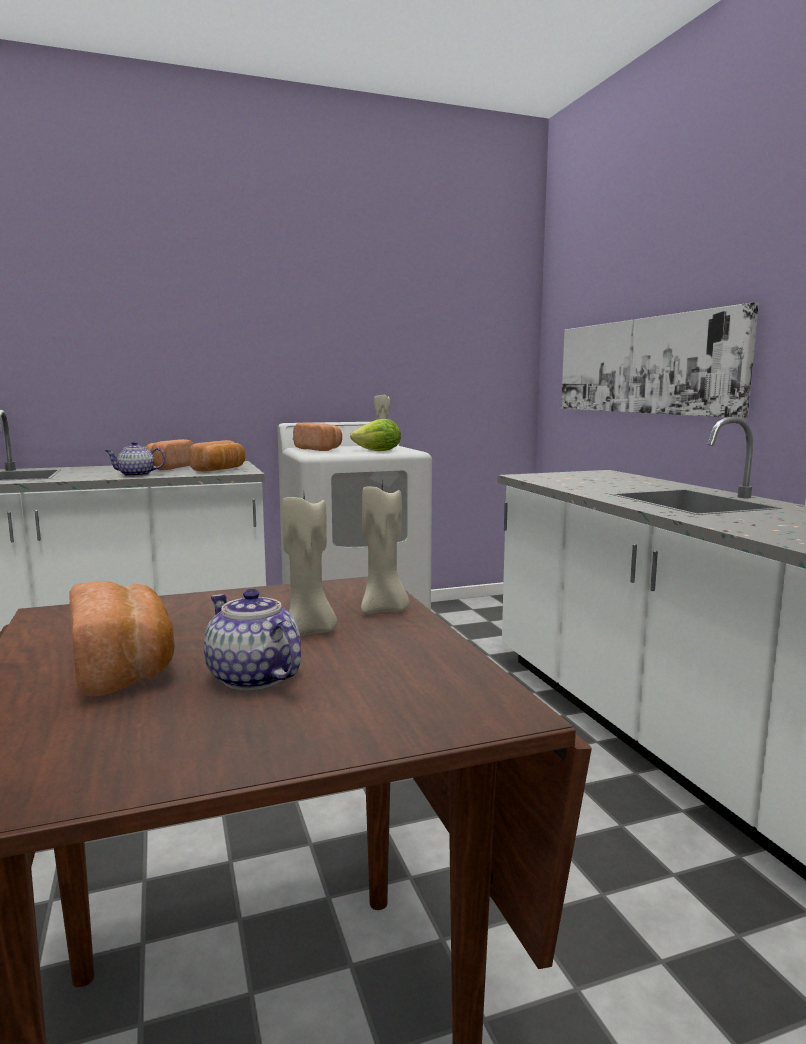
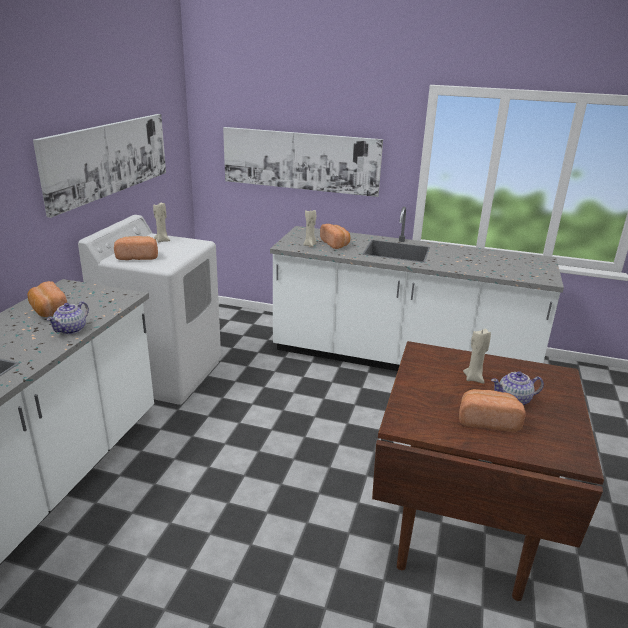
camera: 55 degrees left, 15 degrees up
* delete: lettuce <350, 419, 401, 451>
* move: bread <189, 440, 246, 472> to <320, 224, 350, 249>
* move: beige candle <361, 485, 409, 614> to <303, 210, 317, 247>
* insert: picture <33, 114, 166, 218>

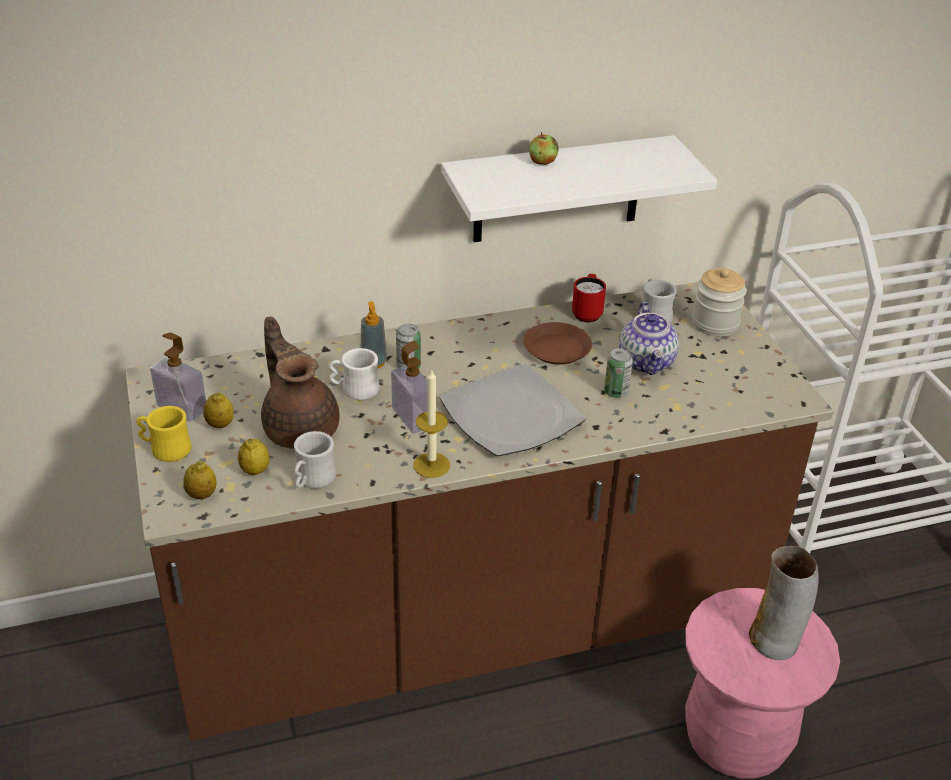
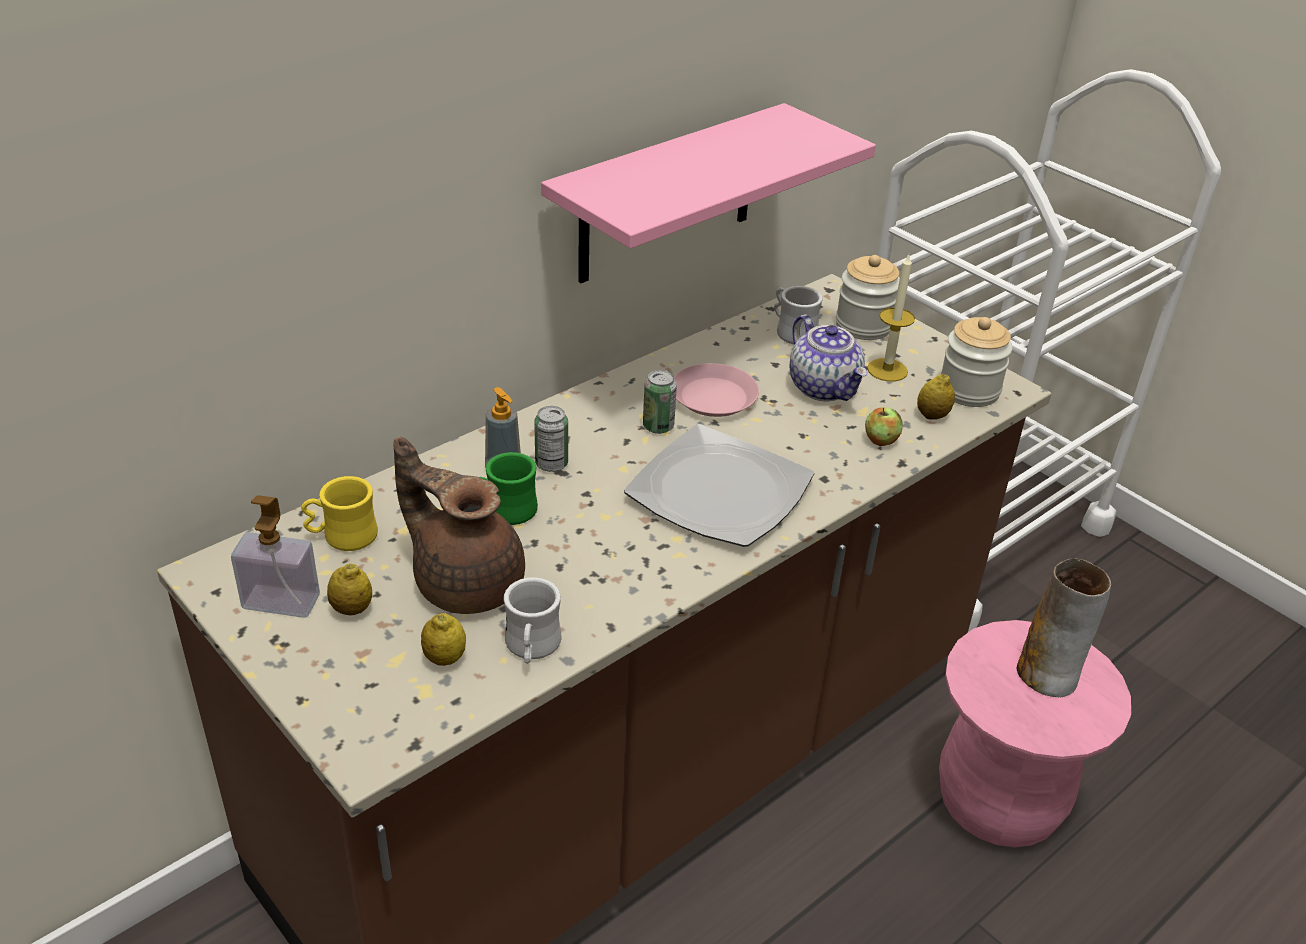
camera: 25 degrees left, 0 degrees up
* move: apple <529, 132, 558, 165> to <865, 407, 902, 446>
* recolor: white shelf <441, 135, 717, 242> to pink shelf <541, 103, 876, 283>
* delete: red mug <572, 274, 606, 323>
* recolor: brown plate <523, 322, 592, 365> to pink plate <674, 363, 759, 417>
* delete: soap dispenser <391, 340, 428, 433>
* recolor: white mug <329, 348, 379, 400> to green mug <480, 452, 538, 525>
* move: can <604, 349, 633, 398> to <643, 370, 677, 434>
* move: candle <413, 370, 450, 478> to <867, 255, 915, 382>
* move: yellow mug <136, 406, 191, 462> to <301, 476, 378, 551>
* move: lemon <183, 461, 216, 499> to <917, 374, 955, 420>
* insert: jar <940, 317, 1013, 407>

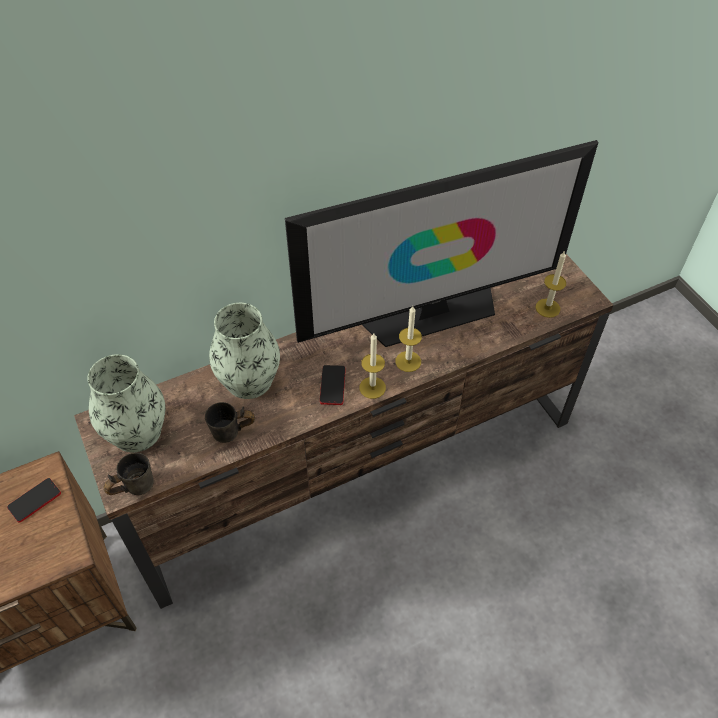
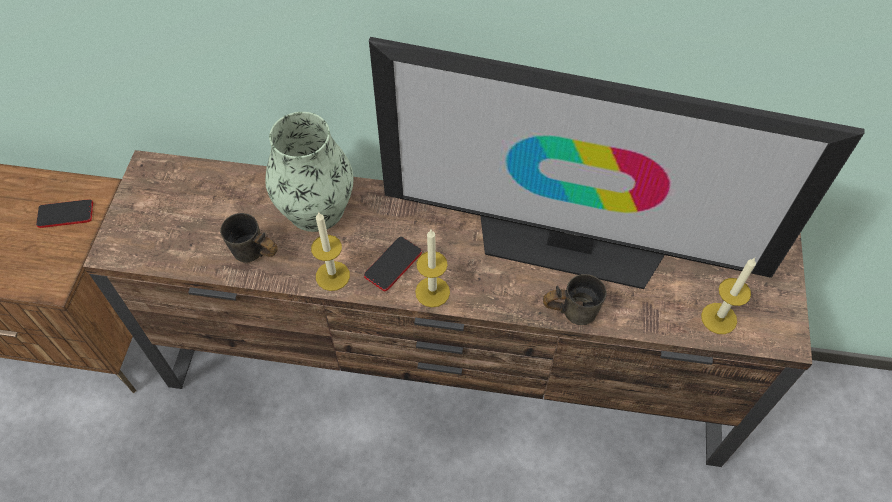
camera: 35 degrees right, 5 degrees up
* move: candle <395, 306, 422, 372> to <311, 212, 350, 291>
* delete: vase <87, 354, 165, 452>
* move: grey mug <104, 452, 154, 495> to <543, 274, 606, 325>

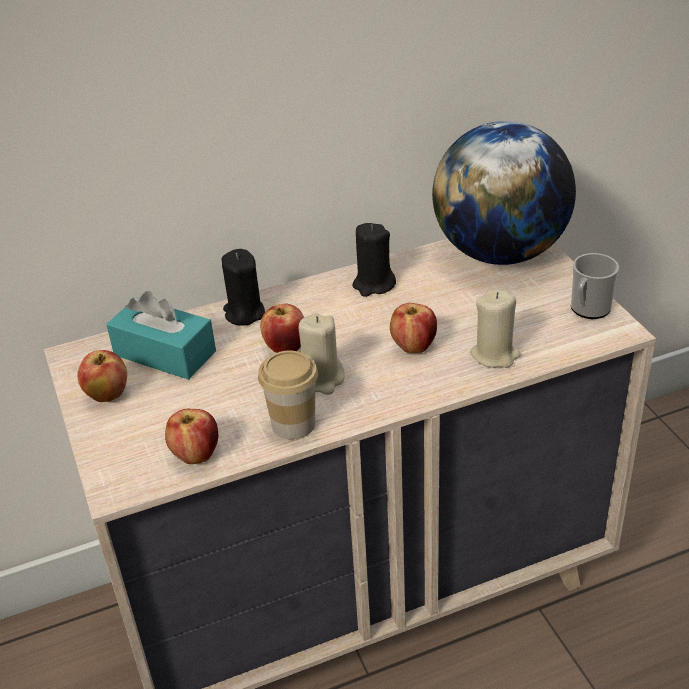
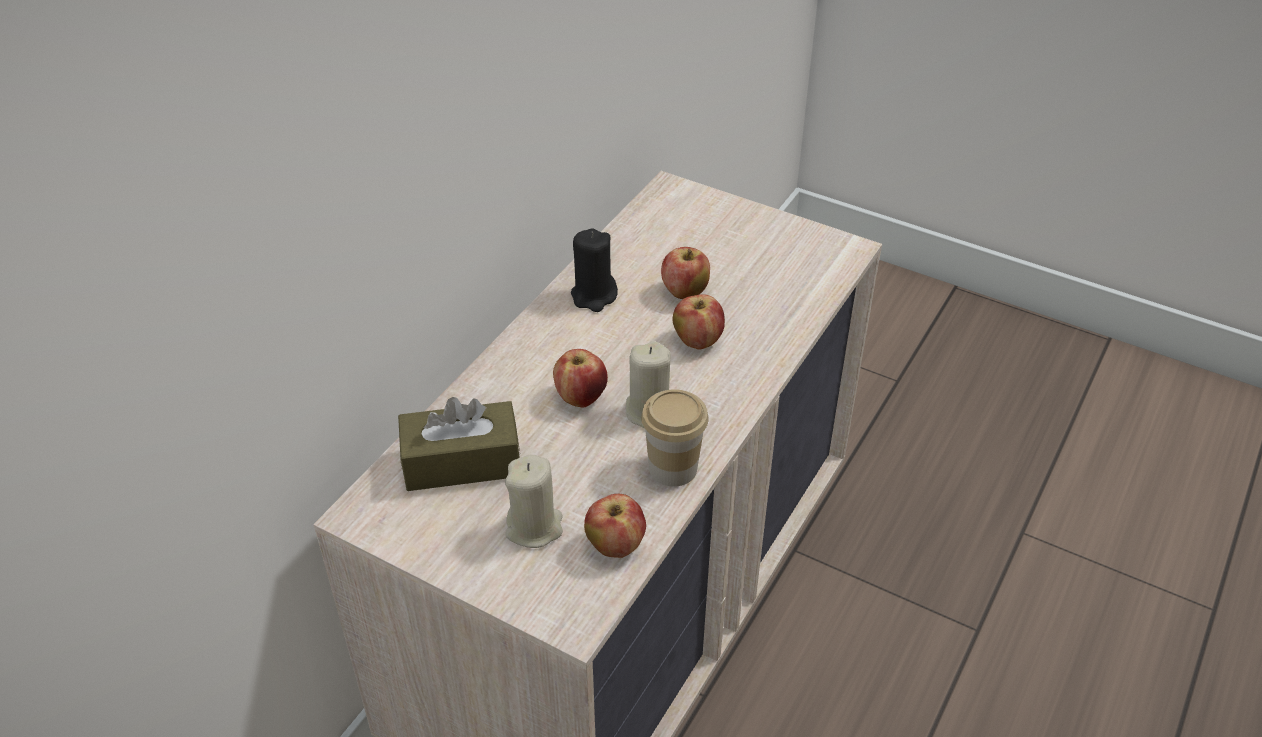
camera: 40 degrees left, 5 degrees up
* delete: globe <432, 121, 576, 265>
* delete: black candle <222, 249, 265, 326>
* delete: mug <571, 253, 619, 319>
* move: beige candle <470, 290, 521, 368> to <505, 455, 563, 548>
* recolor: turquoise tissue box <106, 291, 216, 380> to brown tissue box <398, 397, 520, 491>
* move: apple <77, 350, 127, 402> to <661, 247, 710, 299>

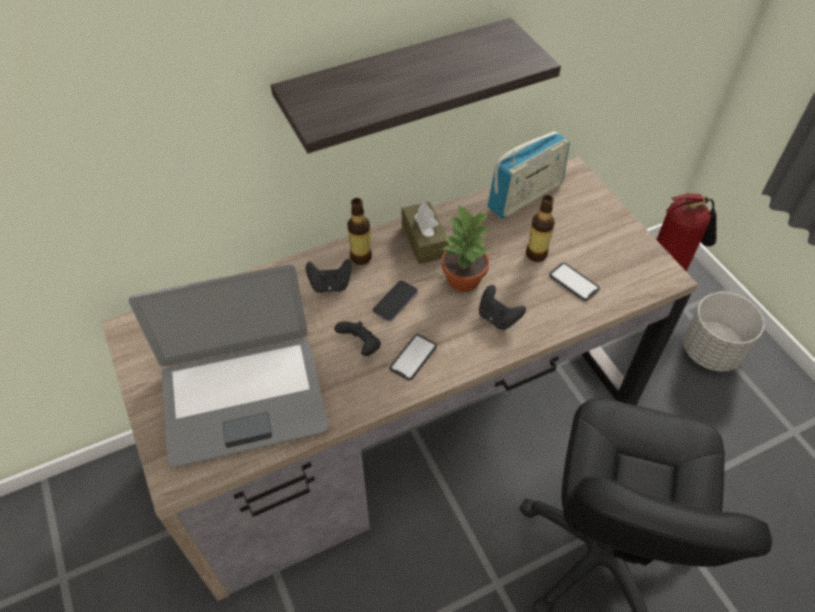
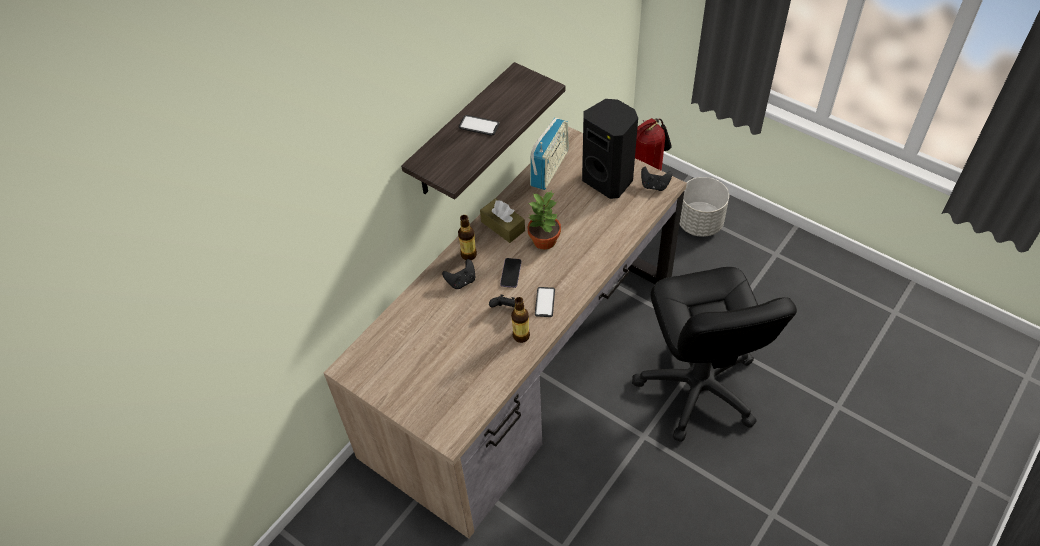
camera: 25 degrees left, 0 degrees up
* move: bottle <526, 195, 555, 262> to <511, 297, 530, 343>
* move: phone <549, 263, 600, 301> to <459, 115, 500, 136>
* delete: laptop <129, 265, 328, 467>
* move: black game controller <479, 285, 526, 330> to <641, 167, 672, 191>
* insert: black speaker <582, 99, 638, 199>

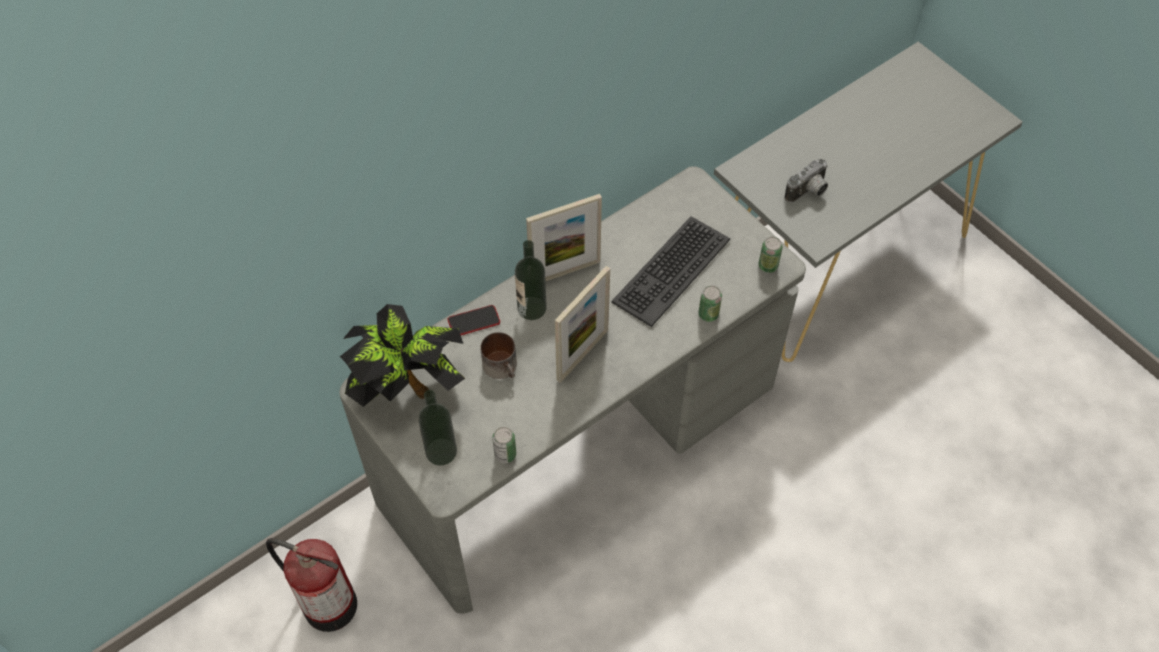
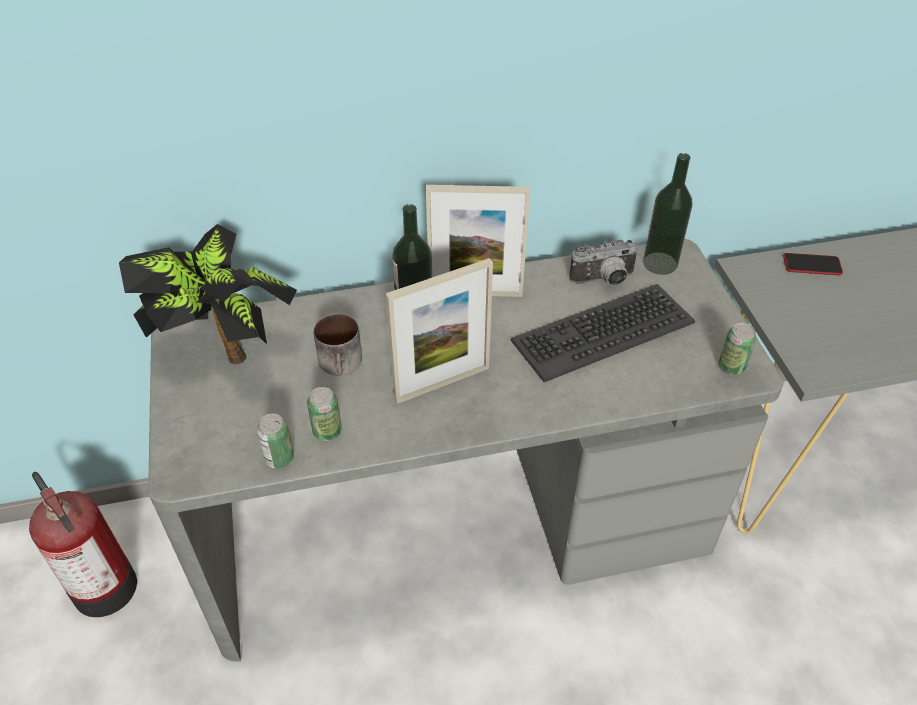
camera: 25 degrees right, 10 degrees down
* move: photo camera <785, 159, 828, 203> to <569, 240, 639, 286>
* move: can <699, 286, 722, 322> to <307, 387, 342, 441>
* move: phone <448, 305, 500, 335> to <783, 253, 843, 275>
* move: bottle <418, 390, 457, 466> to <643, 153, 692, 275>

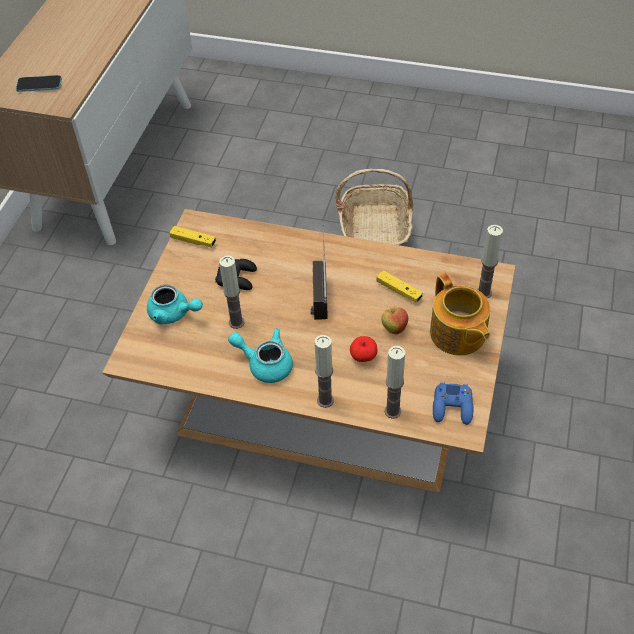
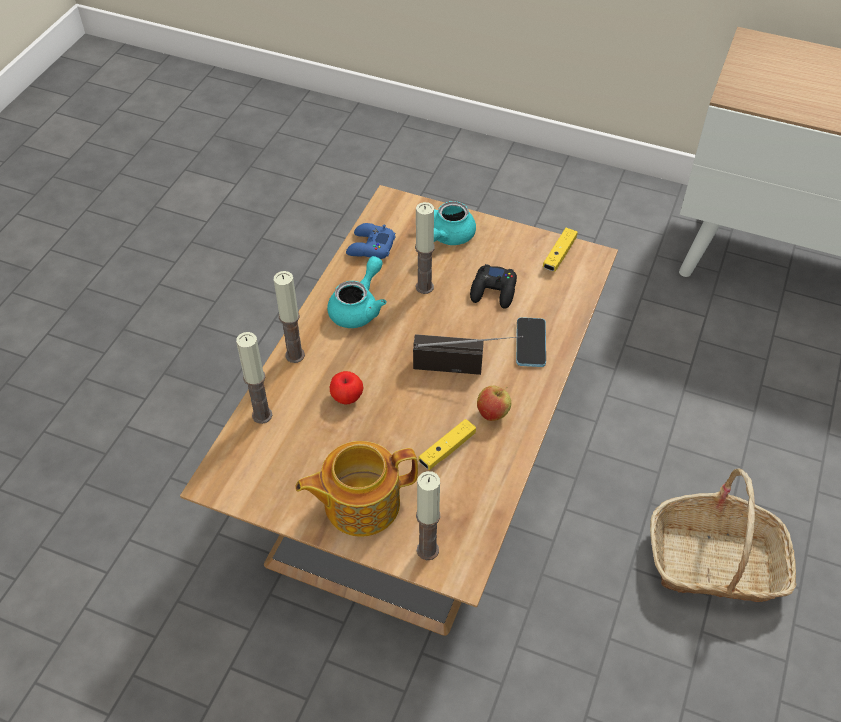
camera: 95 degrees right, 0 degrees up
* move: phone <16, 75, 62, 92> to <516, 317, 546, 367>
* move: apple <382, 306, 408, 334> to <477, 386, 511, 421>
* move: blue game controller <433, 382, 473, 425> to <346, 223, 396, 259>

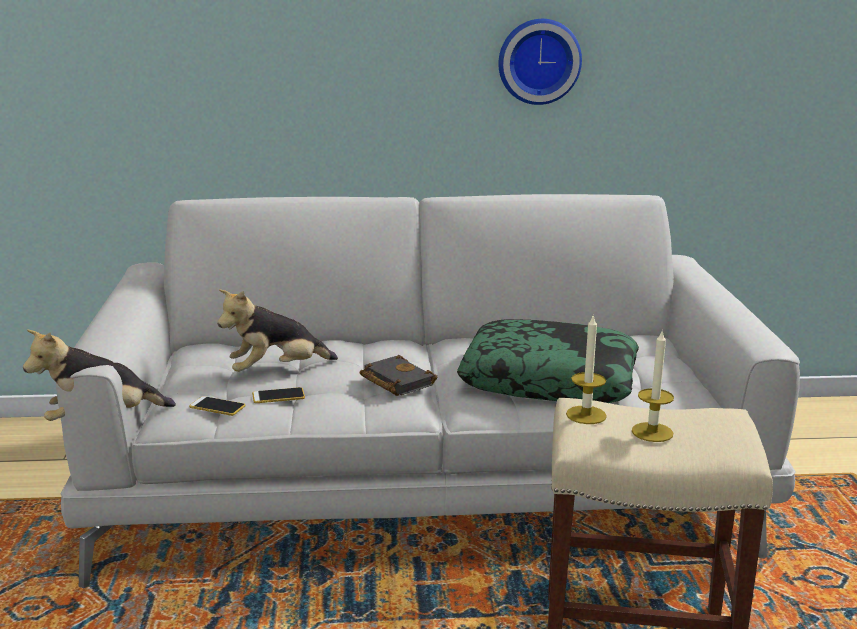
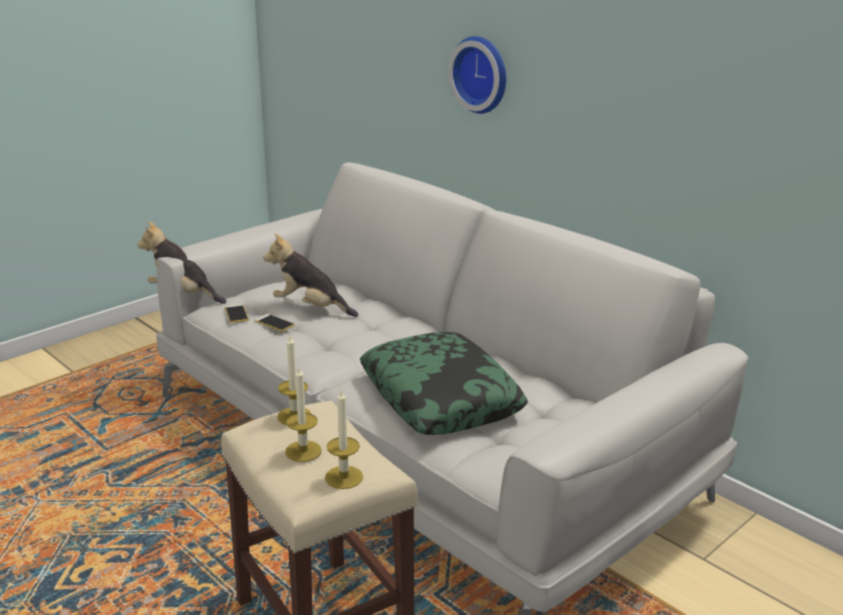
camera: 50 degrees right, 5 degrees up
* move: wall clock <498, 19, 582, 105> to <448, 36, 506, 114>
* delete: black book <360, 355, 437, 396>
* insert: candle <325, 389, 363, 489>

